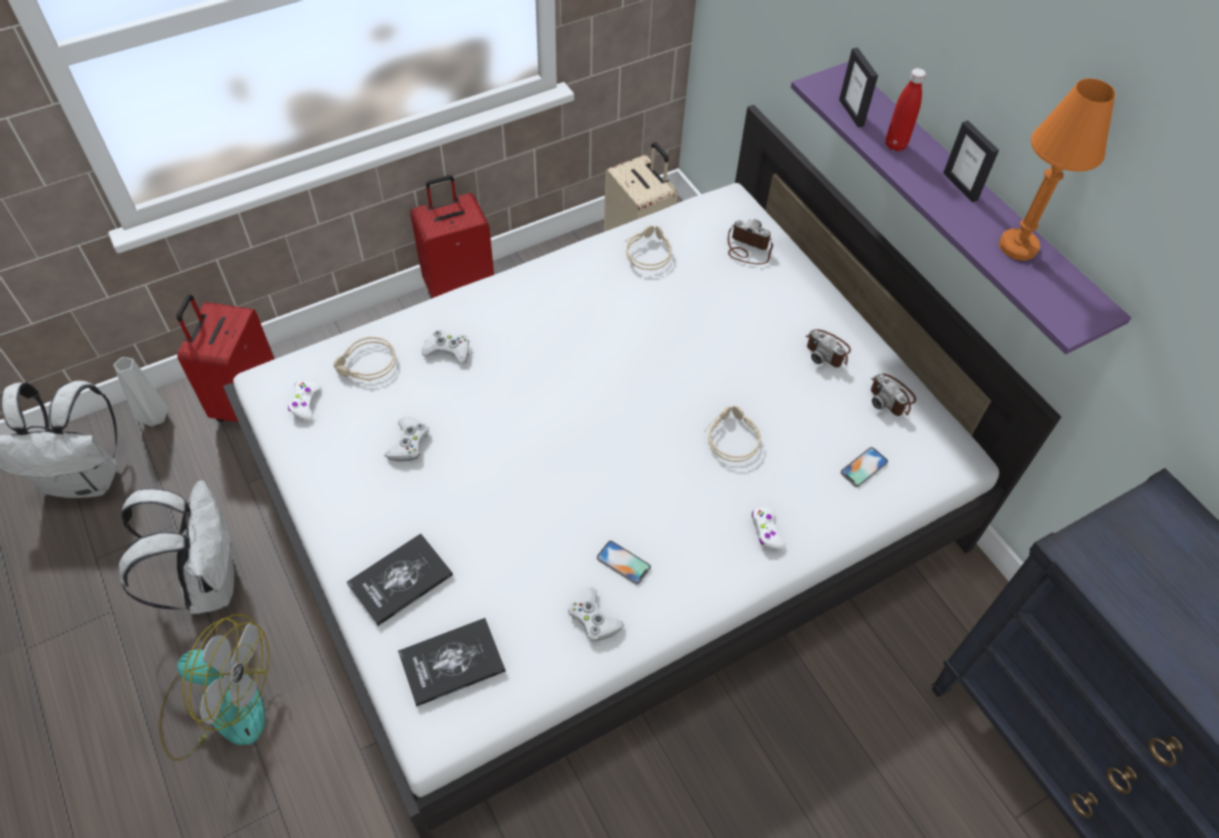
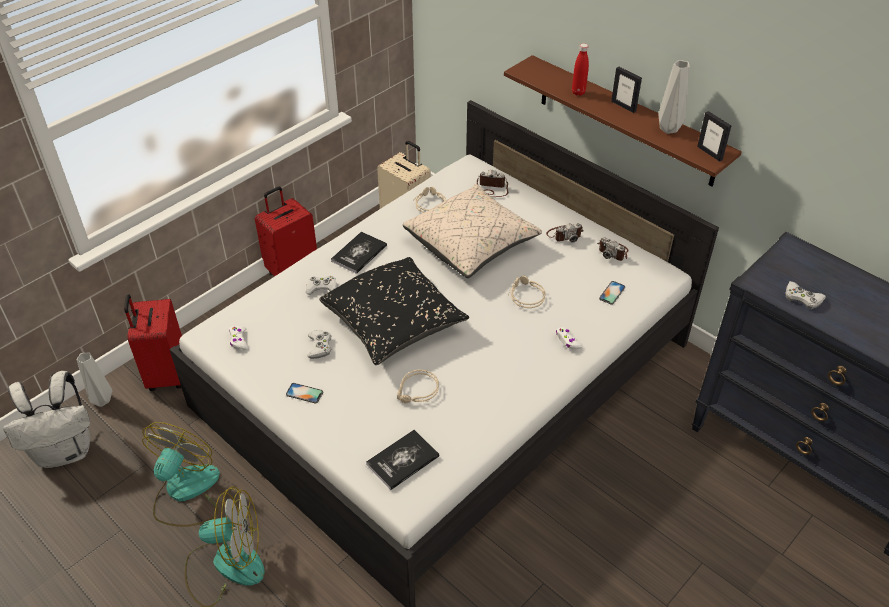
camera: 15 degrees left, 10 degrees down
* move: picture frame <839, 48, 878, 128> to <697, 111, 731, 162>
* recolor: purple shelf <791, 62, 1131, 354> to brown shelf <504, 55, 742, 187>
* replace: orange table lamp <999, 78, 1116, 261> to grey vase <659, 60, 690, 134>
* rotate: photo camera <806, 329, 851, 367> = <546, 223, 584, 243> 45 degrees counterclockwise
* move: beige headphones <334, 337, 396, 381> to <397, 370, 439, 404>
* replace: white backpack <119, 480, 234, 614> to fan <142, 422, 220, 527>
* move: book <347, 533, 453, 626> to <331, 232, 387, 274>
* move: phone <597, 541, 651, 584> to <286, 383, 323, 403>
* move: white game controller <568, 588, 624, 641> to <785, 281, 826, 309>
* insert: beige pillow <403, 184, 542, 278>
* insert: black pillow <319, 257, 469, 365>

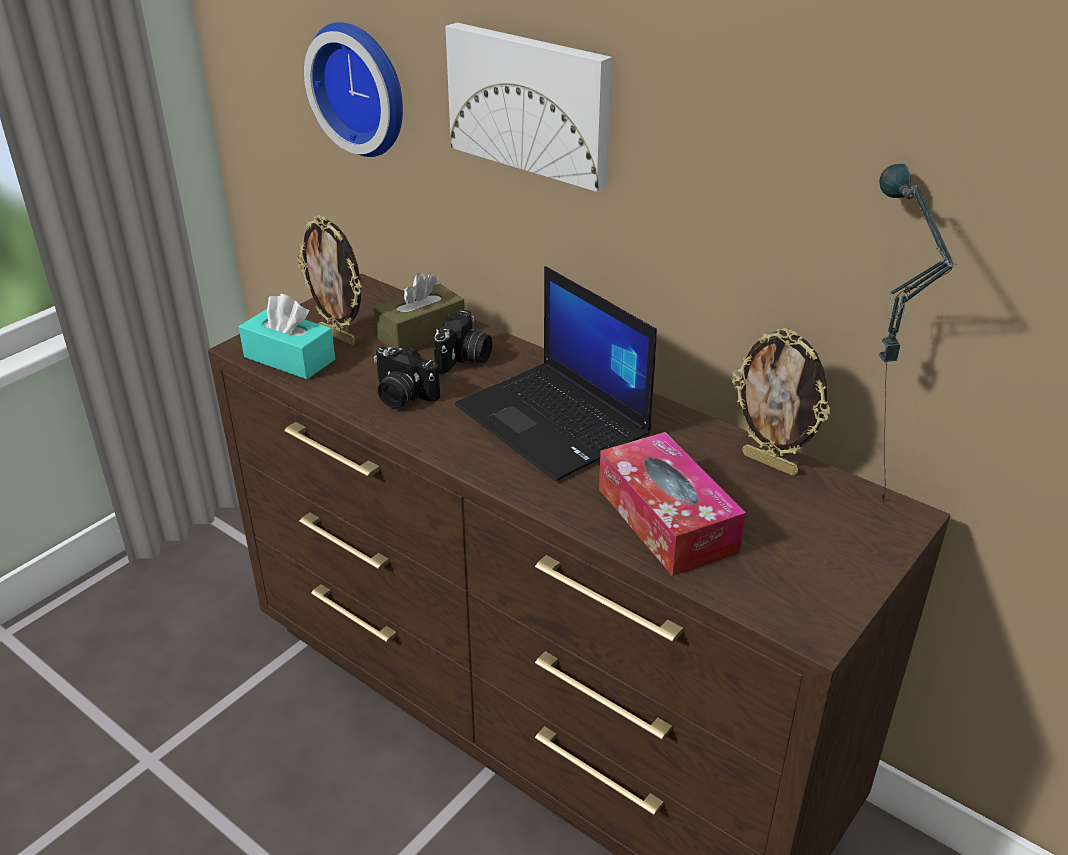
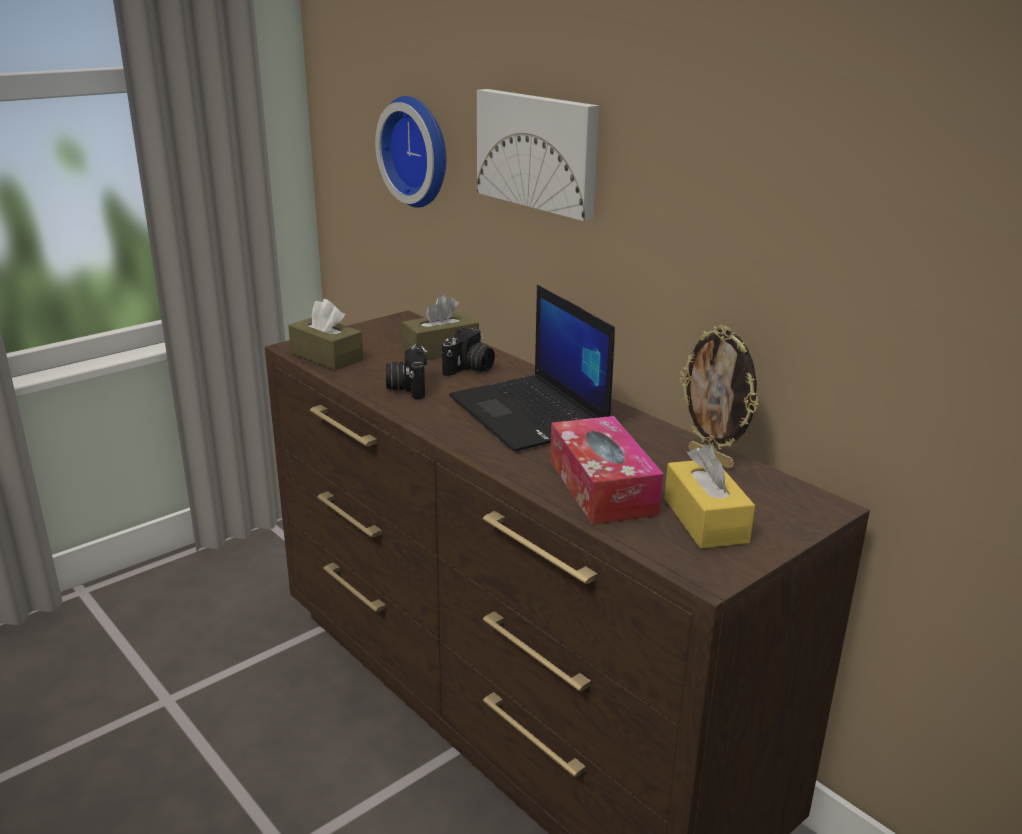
camera: 10 degrees right, 10 degrees down
* delete: table lamp <879, 164, 956, 501>
* delete: picture frame <297, 215, 362, 345>
* recolor: turquoise tissue box <239, 294, 335, 379> to brown tissue box <288, 299, 363, 370>
* rotate: photo camera <374, 346, 440, 408> = <386, 344, 428, 399> 45 degrees clockwise
* insert: yellow tissue box <664, 445, 755, 549>

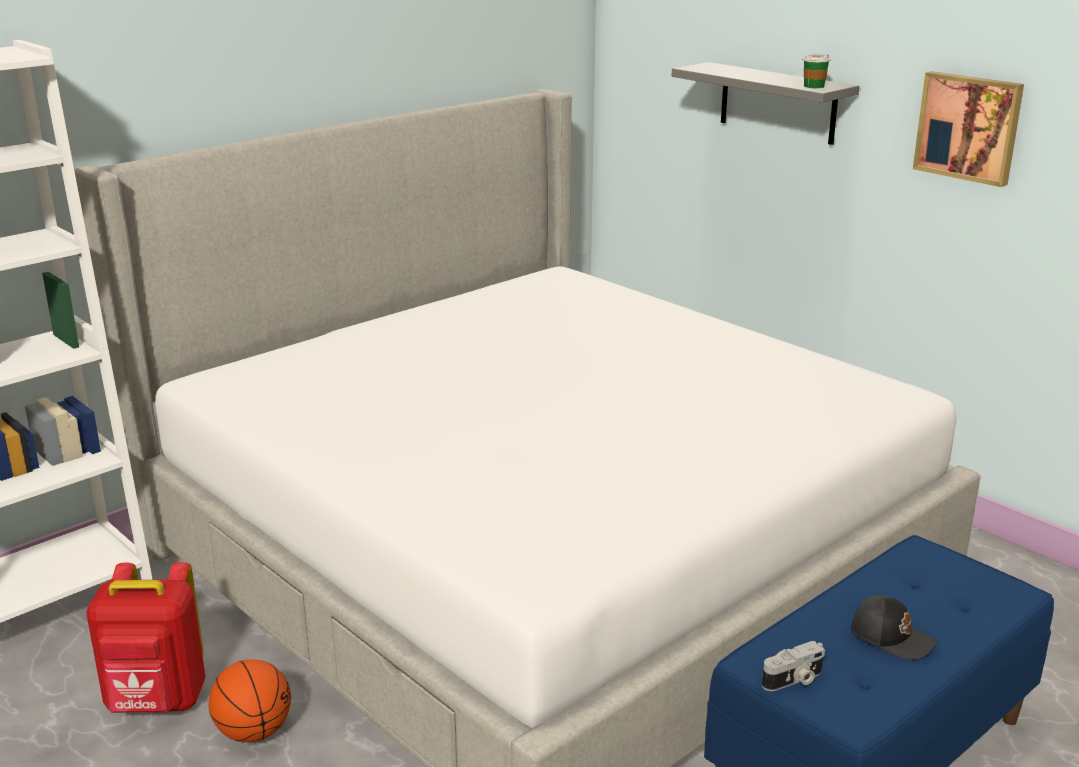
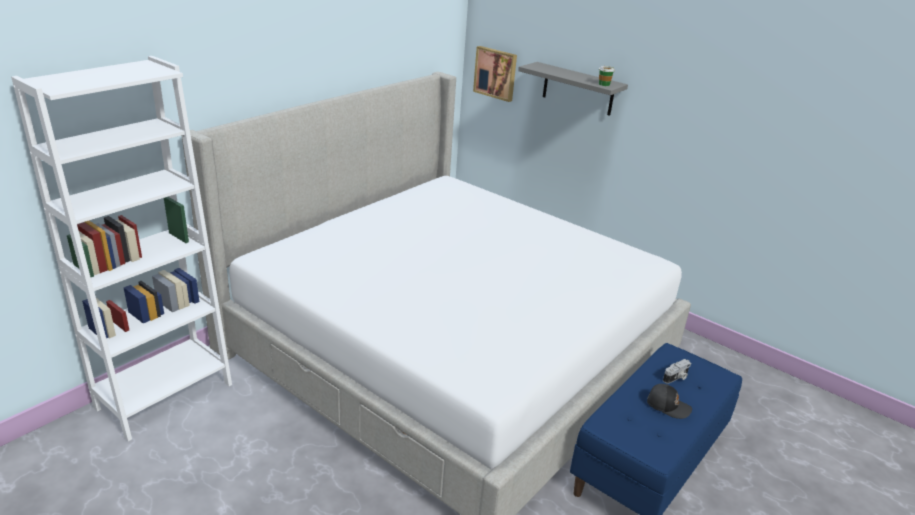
camera: 10 degrees left, 5 degrees up
* move: picture <913, 71, 1024, 187> to <473, 46, 517, 102>
* delete: red backpack <86, 562, 206, 713>
* move: photo camera <762, 641, 825, 691> to <663, 359, 691, 384>
* delete: basketball <208, 660, 291, 742>

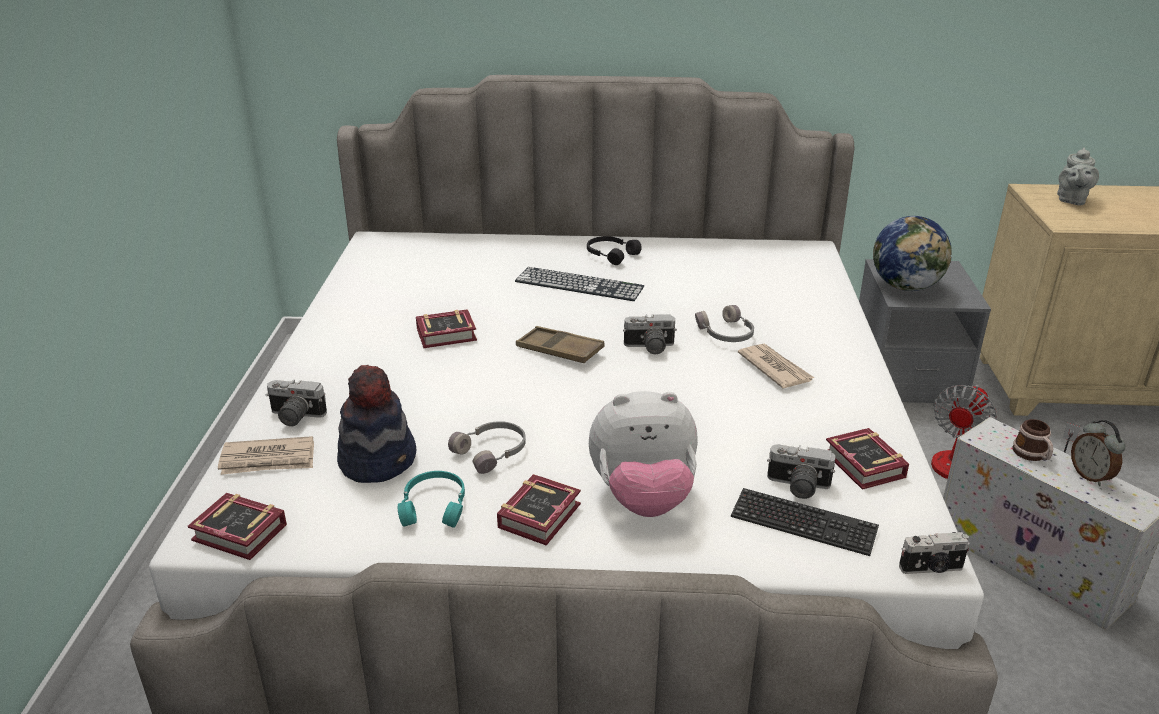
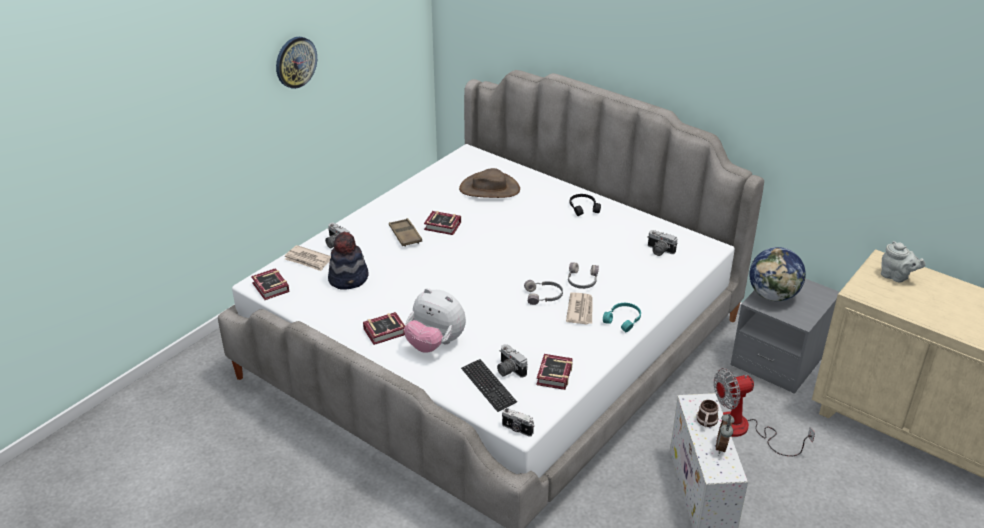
camera: 35 degrees right, 5 degrees up
* rotate: grey teapot <1057, 148, 1099, 206> = <881, 241, 926, 283> 105 degrees counterclockwise
* delete: keyboard <515, 267, 644, 301>
* move: photo camera <623, 314, 677, 354> to <647, 230, 677, 256>
* move: brown tray <516, 326, 605, 363> to <389, 218, 422, 247>
* move: grey headphones <448, 421, 526, 474> to <524, 280, 563, 305>
* move: turquoise headphones <398, 471, 465, 528> to <603, 303, 641, 333>
* insert: wall clock <276, 37, 317, 89>
* insert: brown hat <459, 168, 520, 198>

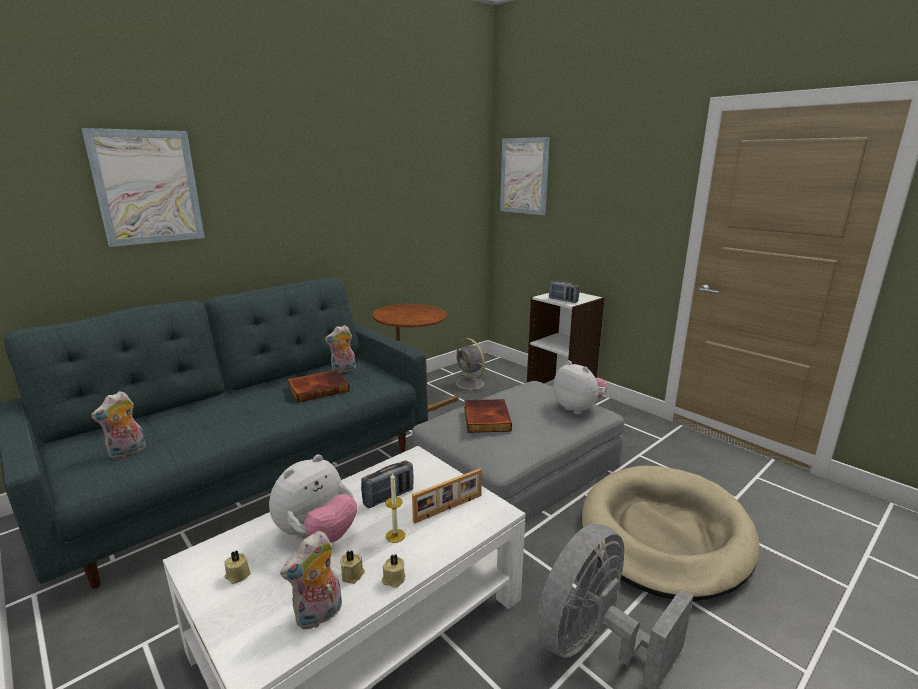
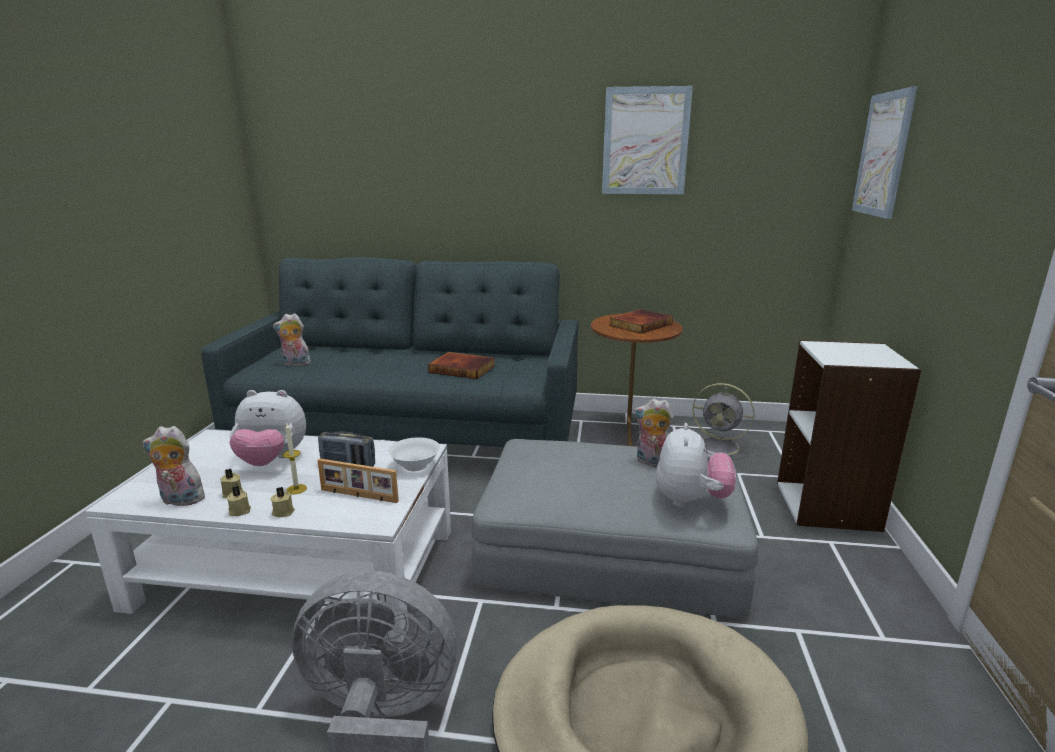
camera: 50 degrees right, 0 degrees up
* move: picture <82, 128, 205, 247> to <602, 86, 693, 194>
* delete: radio <549, 280, 580, 303>
* move: plush toy <325, 325, 356, 373> to <634, 399, 673, 467>
* rotate: grey fan <450, 338, 493, 393> = <692, 383, 754, 460> 75 degrees counterclockwise
* move: book <464, 399, 512, 433> to <609, 309, 673, 334>
* move: beige candle <224, 550, 251, 584> to <270, 487, 295, 517>
* insert: white bowl <388, 437, 440, 471>

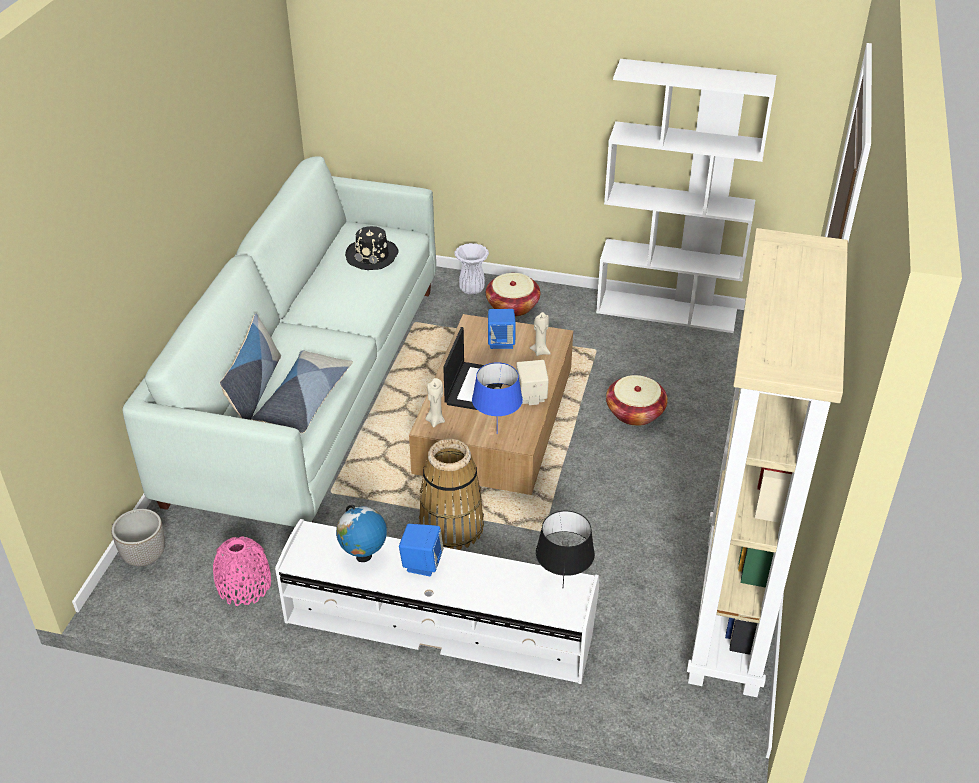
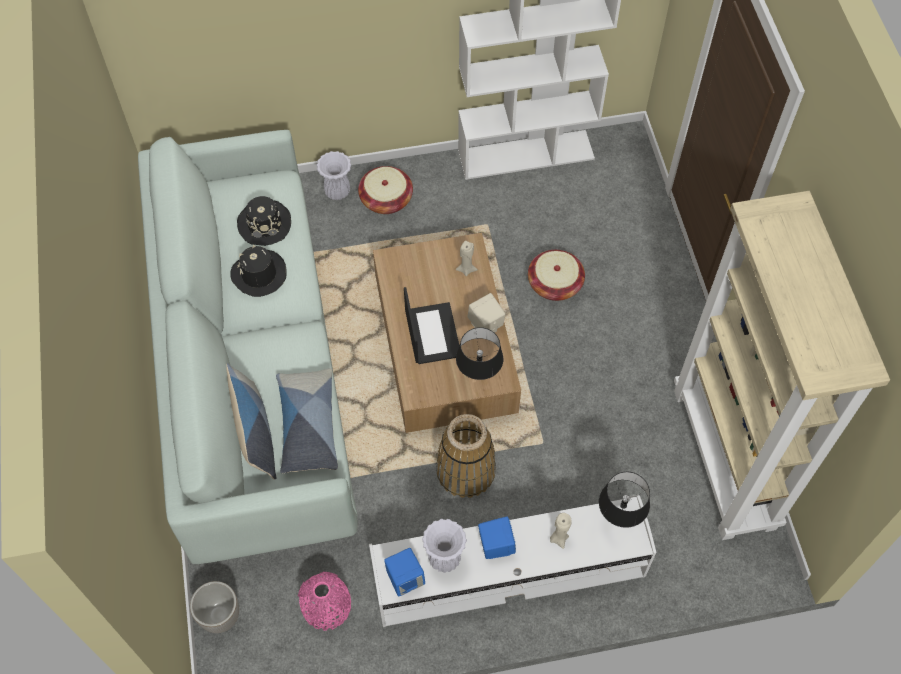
camera: 25 degrees left, 20 degrees up
* move: blue speaker <488, 309, 516, 349> to <384, 548, 425, 596>
* recolor: blue table lamp <472, 362, 523, 428> to black table lamp <456, 327, 503, 380>
* move: beige candle <425, 378, 445, 427> to <550, 513, 572, 549>
* replace: globe <336, 505, 387, 562> to white vase <422, 519, 467, 573>
* insert: black hat <230, 244, 287, 297>

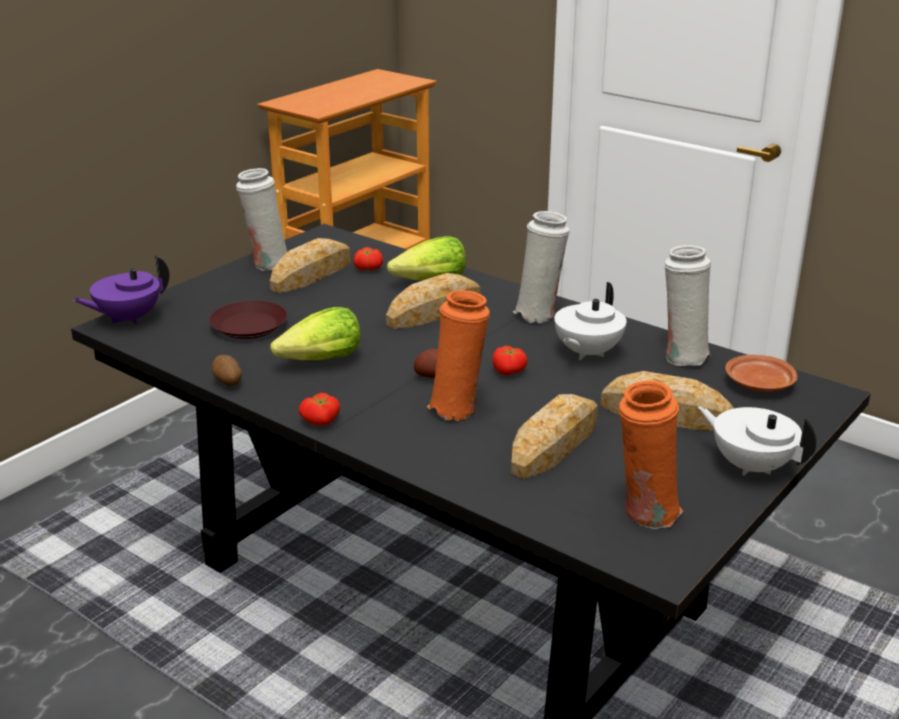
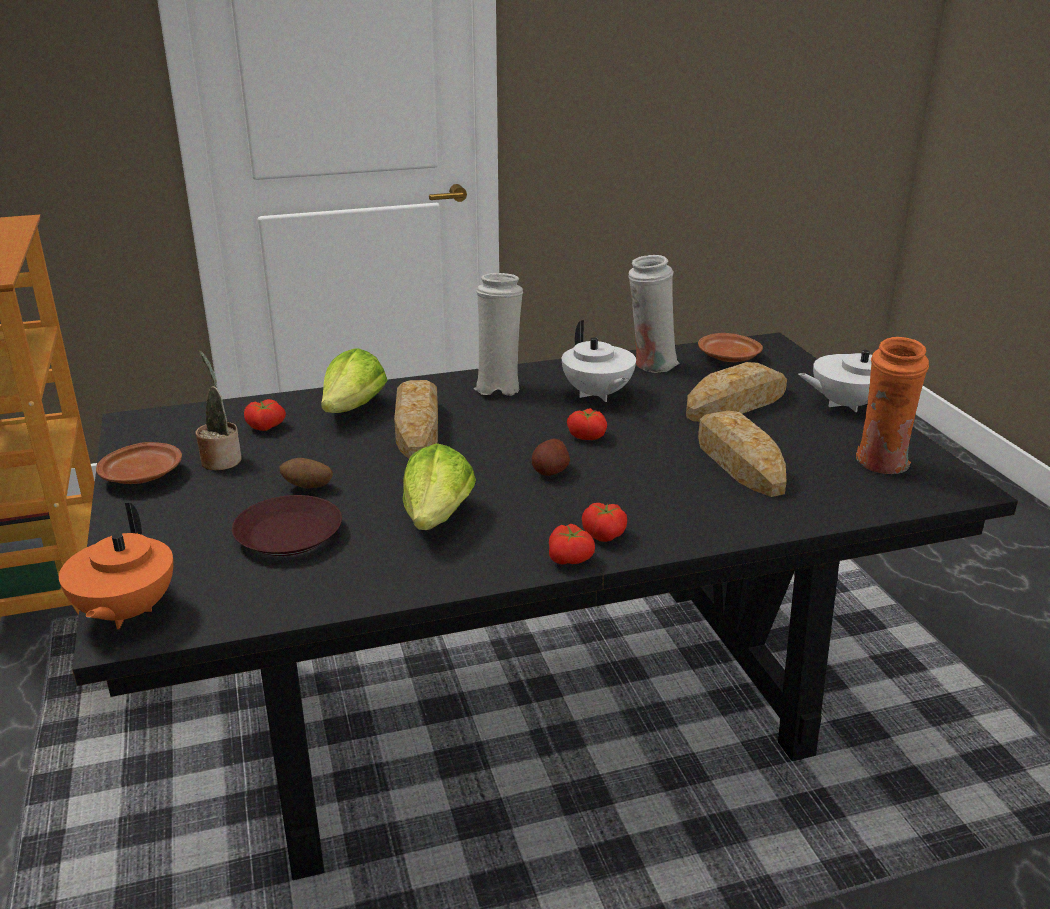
camera: 55 degrees left, 0 degrees up
* replace: white vase <236, 168, 287, 270> to brown plate <96, 442, 182, 484>
* replace: bread <270, 238, 351, 293> to potted plant <195, 351, 241, 470>
* recolor: purple teapot <73, 256, 169, 324> to orange teapot <59, 503, 173, 629>
* delete: orange vase <427, 290, 490, 421>
* move: potato <212, 355, 242, 386> to <279, 458, 333, 488>
* insert: tomato <582, 503, 627, 542>

